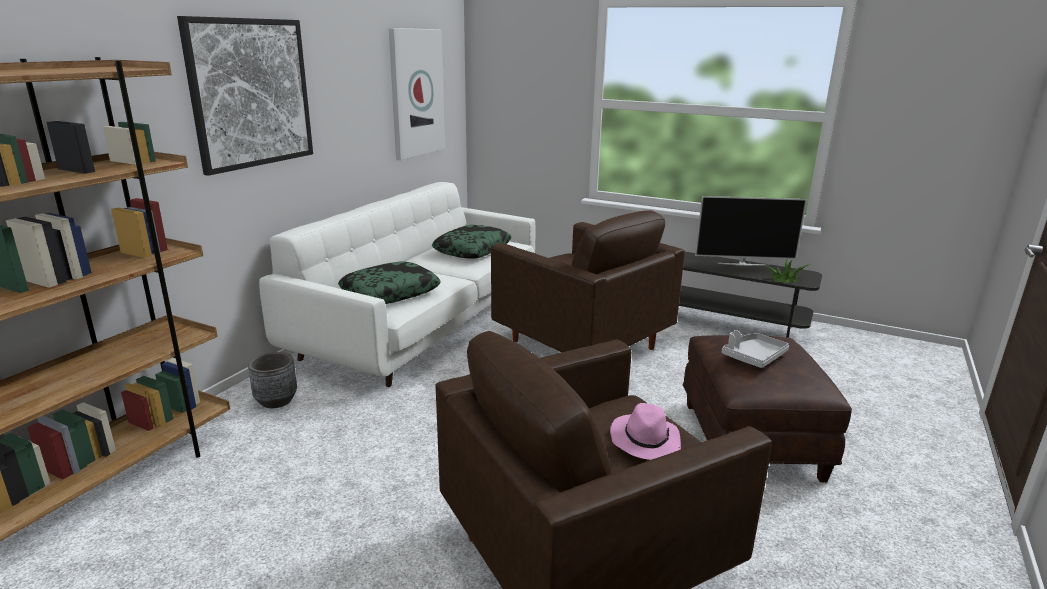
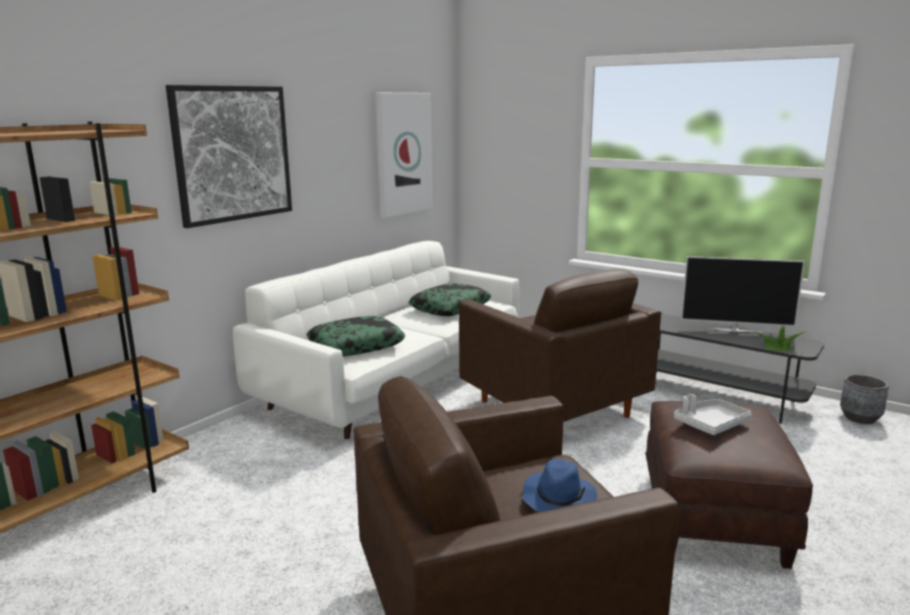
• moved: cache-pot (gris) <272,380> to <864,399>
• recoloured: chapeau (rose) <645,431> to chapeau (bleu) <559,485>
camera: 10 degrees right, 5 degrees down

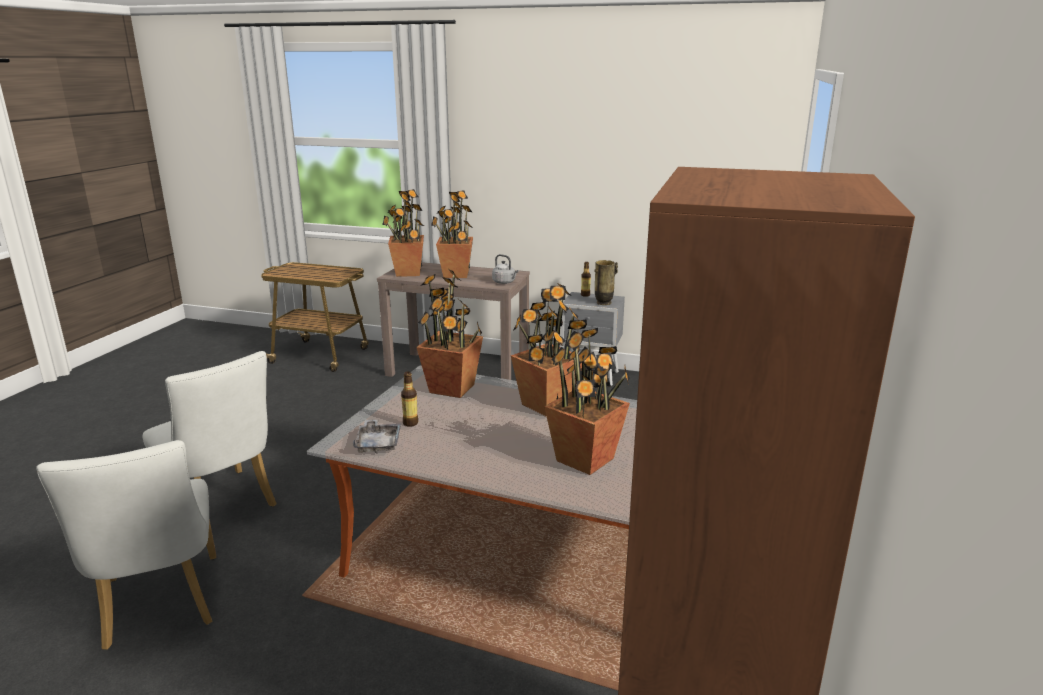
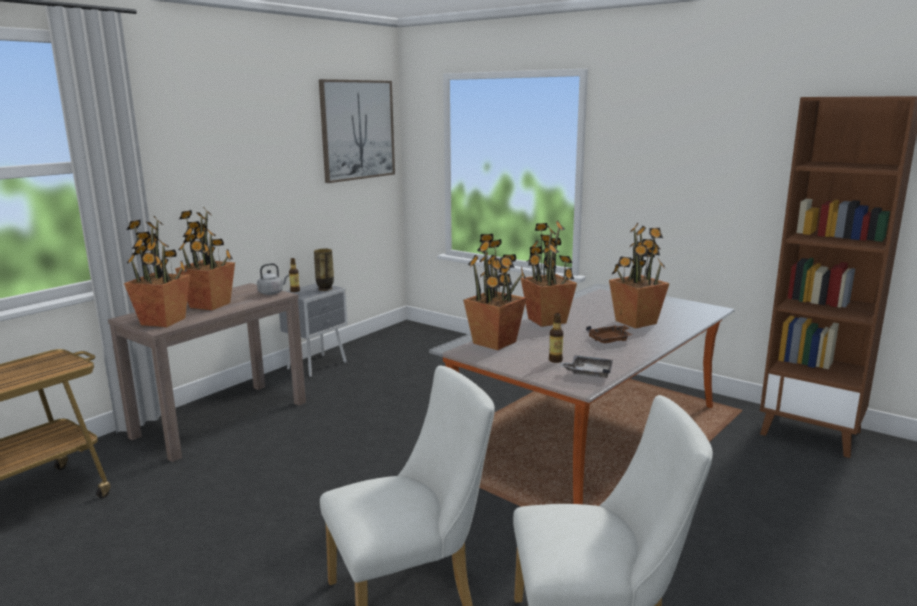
• added: tableau <357,131>
• added: plateau (marron) <609,334>
camera: 70 degrees left, 5 degrees down

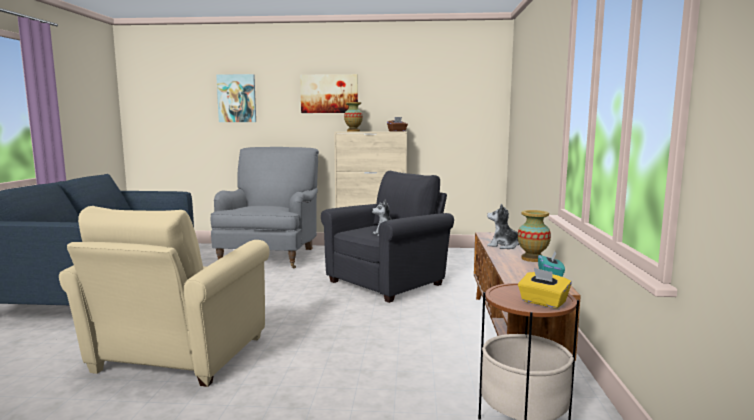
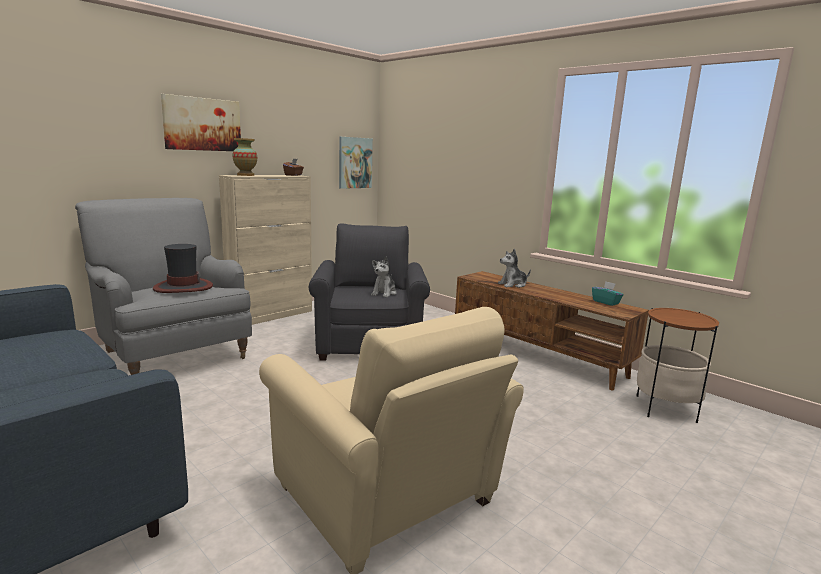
• moved: tableau <236,98> to <356,163>
• removed: vase <534,236>
• removed: boîte à mouchoirs (jaune) <545,288>
• added: chapeau <183,268>
camera: 50 degrees left, 5 degrees up

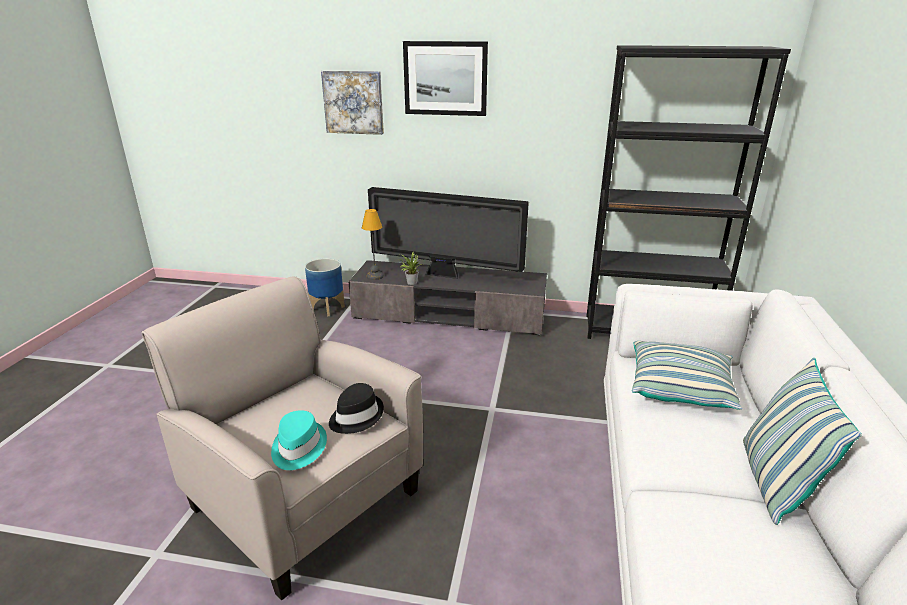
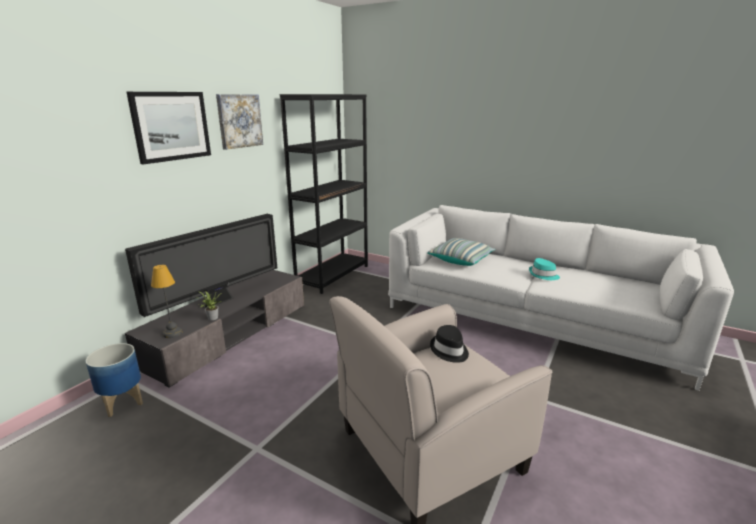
• moved: tableau <352,103> to <239,122>
• removed: coussin <802,441>
• moved: chapeau (turquoise) <299,440> to <544,269>
camera: 70 degrees left, 5 degrees down

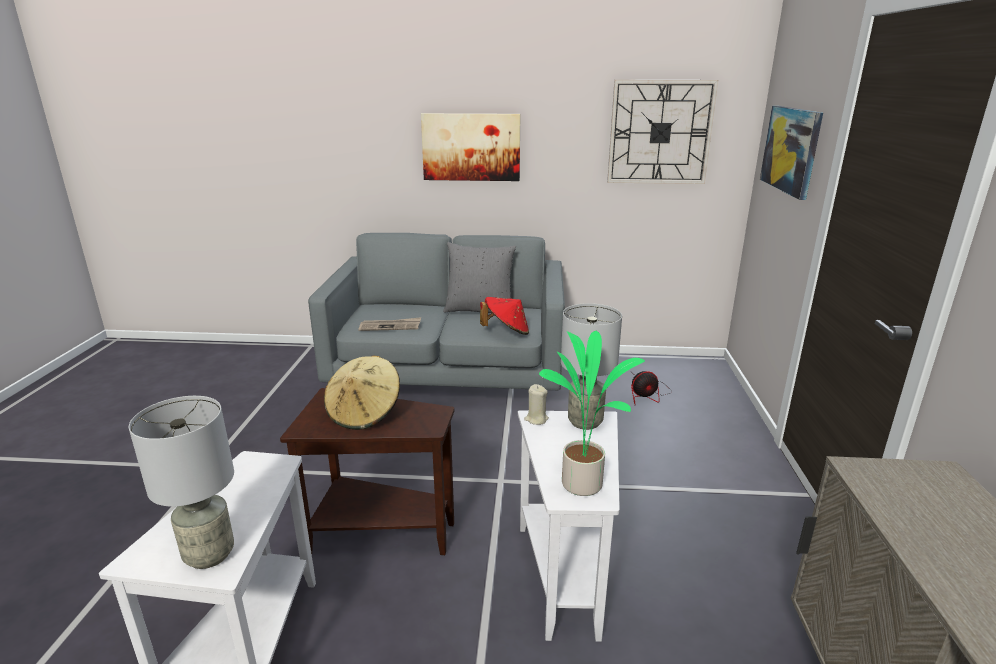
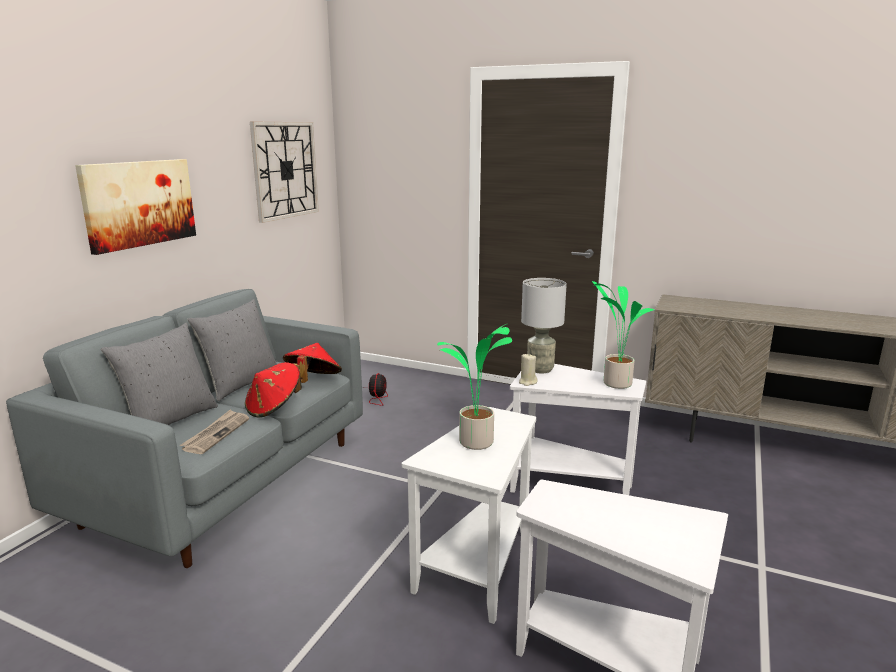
• removed: tableau <791,153>
• replaced: chapeau (beige) <362,393> to plante en pot <474,387>
• recoloured: table d'appoint (marron) <367,471> to table d'appoint (blanc) <469,515>
• removed: lampe de table (gris) <181,482>
• added: coussin (gris) <159,374>
• added: chapeau (rouge) <273,390>
camera: 70 degrees left, 5 degrees down

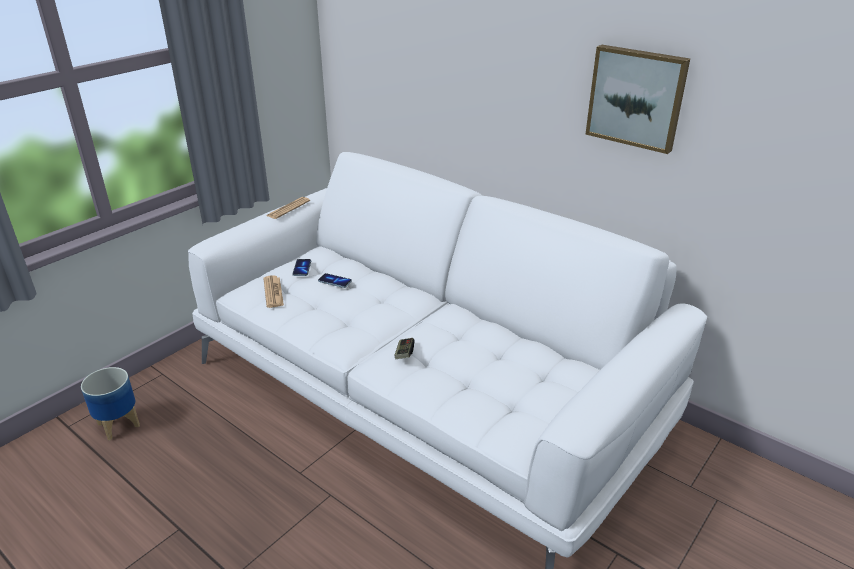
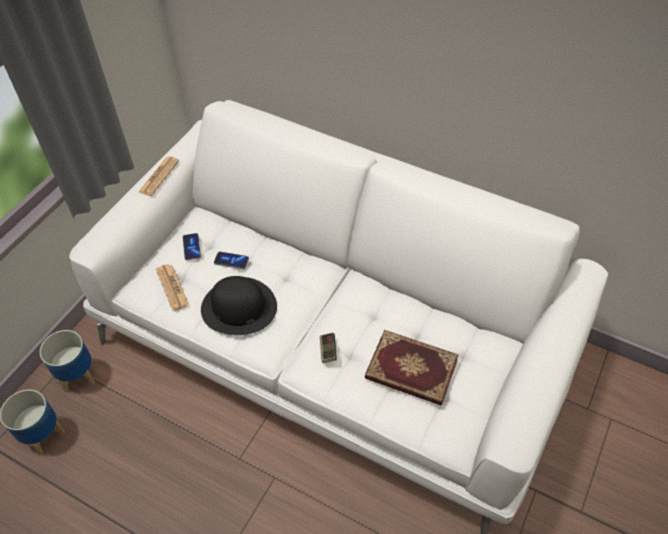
• removed: tableau <638,99>
• added: chapeau (noir) <239,305>
• added: cache-pot <67,361>
• added: livre <412,368>
camera: 10 degrees left, 20 degrees up

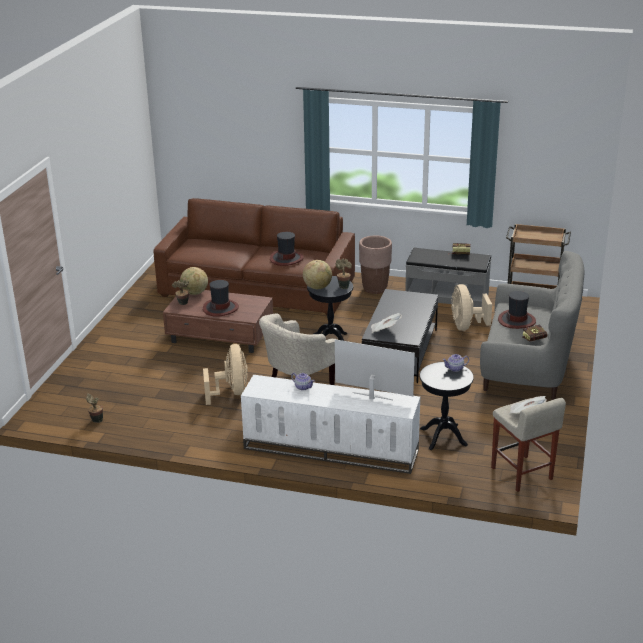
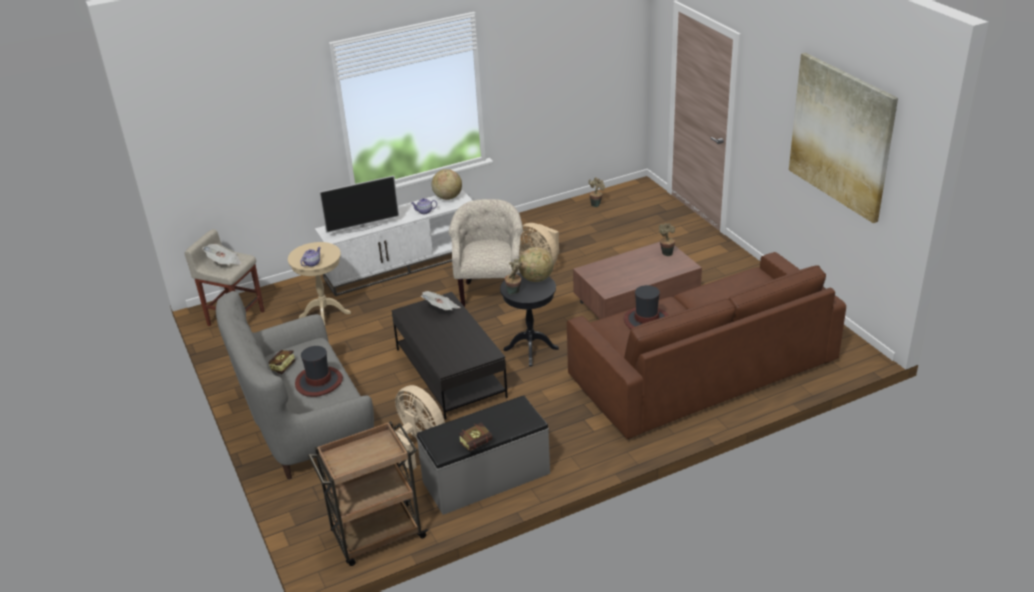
• removed: cache-pot (marron) <375,264>
• moved: globe <194,281> to <447,184>
• removed: chapeau <221,298>
• recoloured: table d'appoint (noir) <447,406> to table d'appoint (beige) <319,283>
• added: tableau <843,138>
camera: 140 degrees right, 5 degrees up

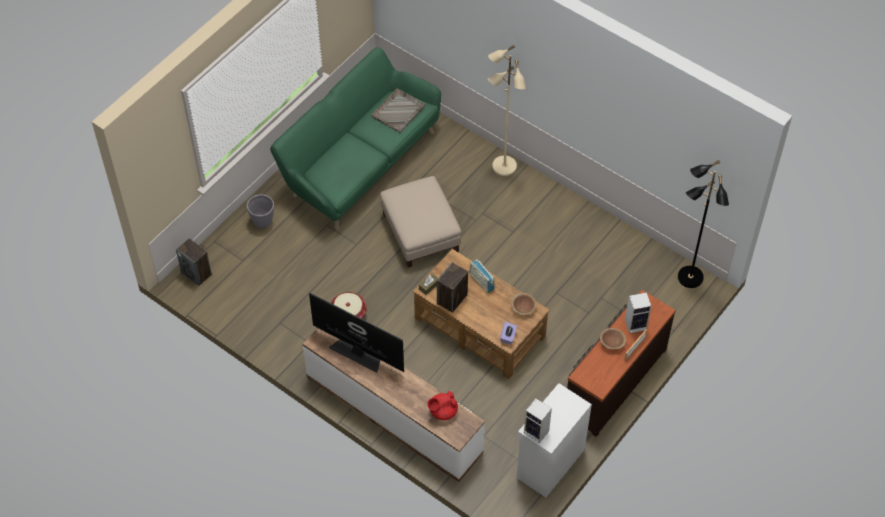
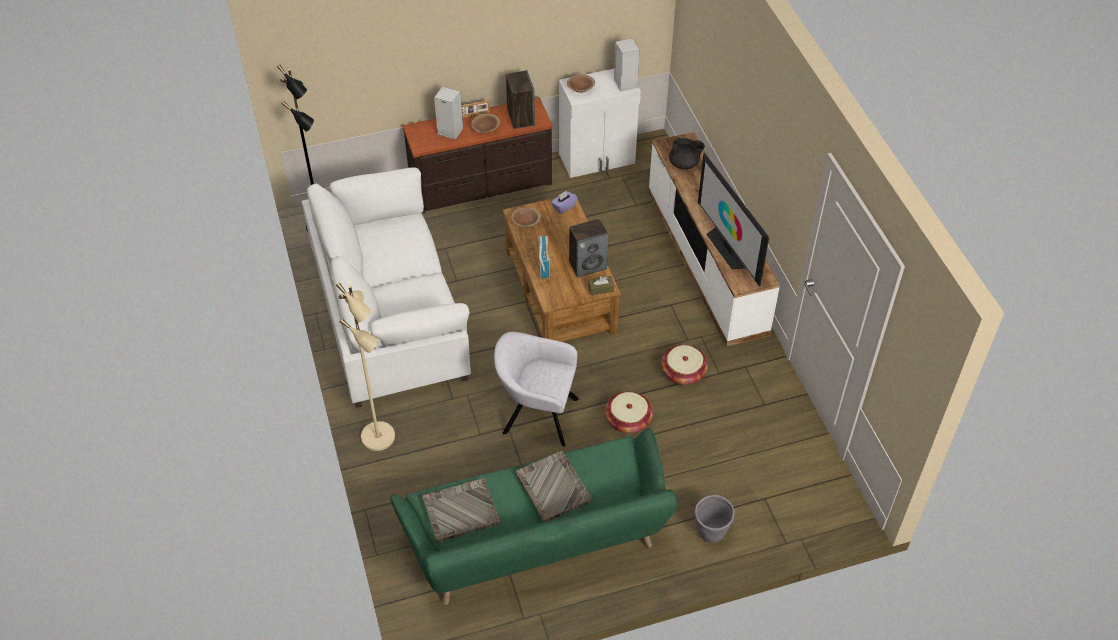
• replaced: pouf (beige) <420,222> to fauteuil (gris) <536,389>
• moved: enceinte <194,262> to <520,99>
• recoloured: théière (rouge) <442,405> to théière (noir) <687,153>
• added: bol (marron) <581,83>
• added: canapé (blanc) <386,287>
• added: panier <629,412>
• added: plateau (gris) <553,486>
camera: 145 degrees left, 5 degrees down

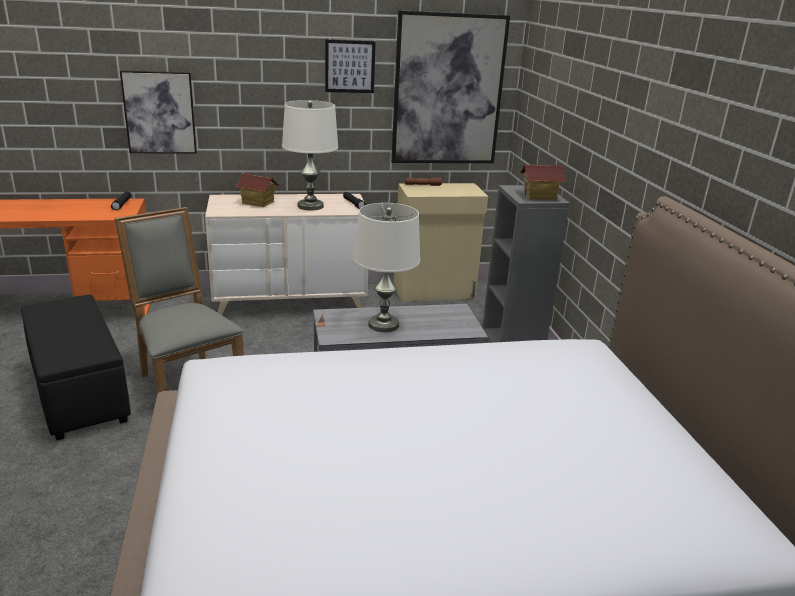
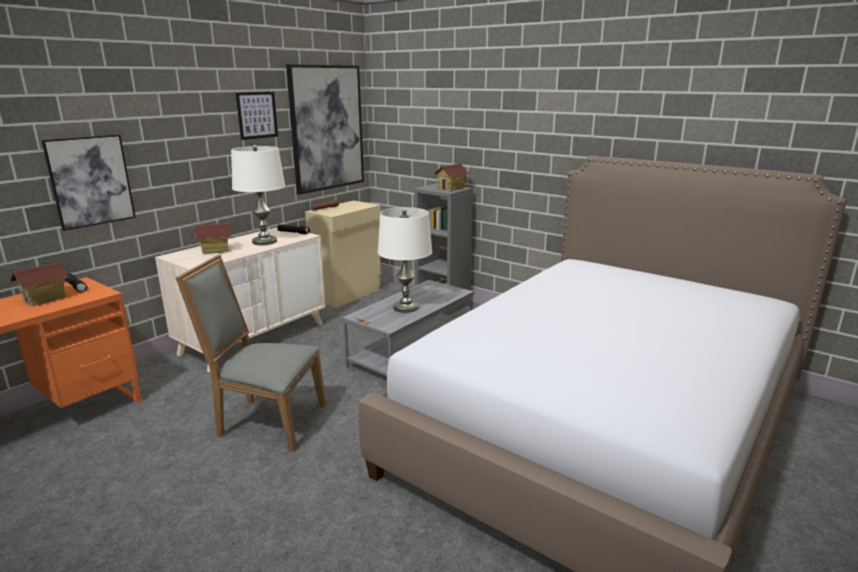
• removed: pouf (noir) <76,367>
• added: maison miniature <39,284>
camera: 40 degrees left, 5 degrees down

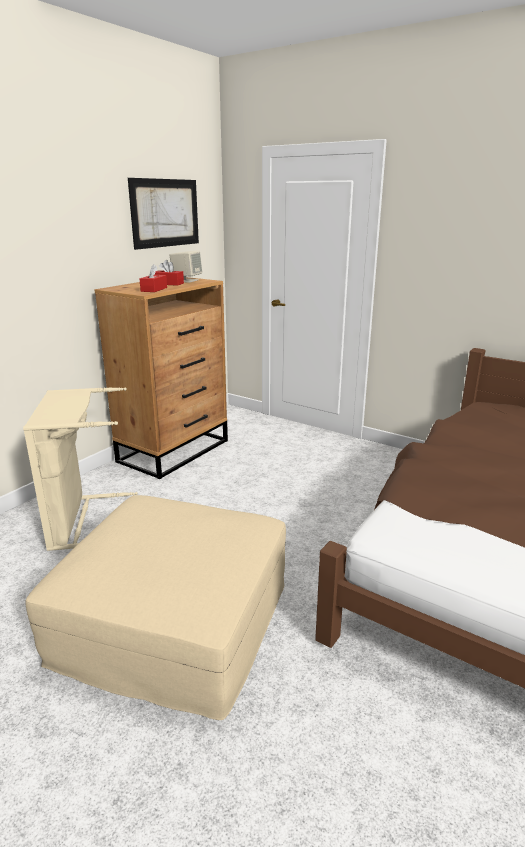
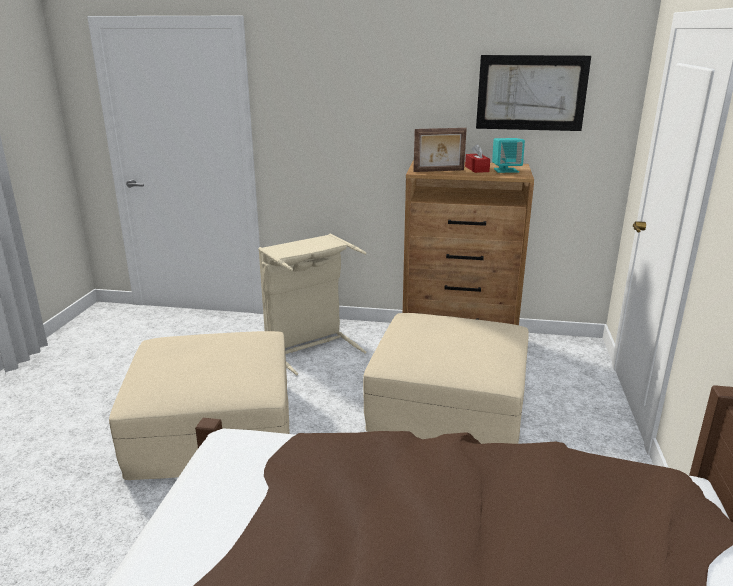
• recoloured: enceinte (beige) <186,266> to enceinte (turquoise) <508,155>
• replaced: boîte à mouchoirs (rouge) <153,278> to cadre photo <440,150>
• added: pouf (beige) <446,378>
camera: 65 degrees right, 0 degrees up

